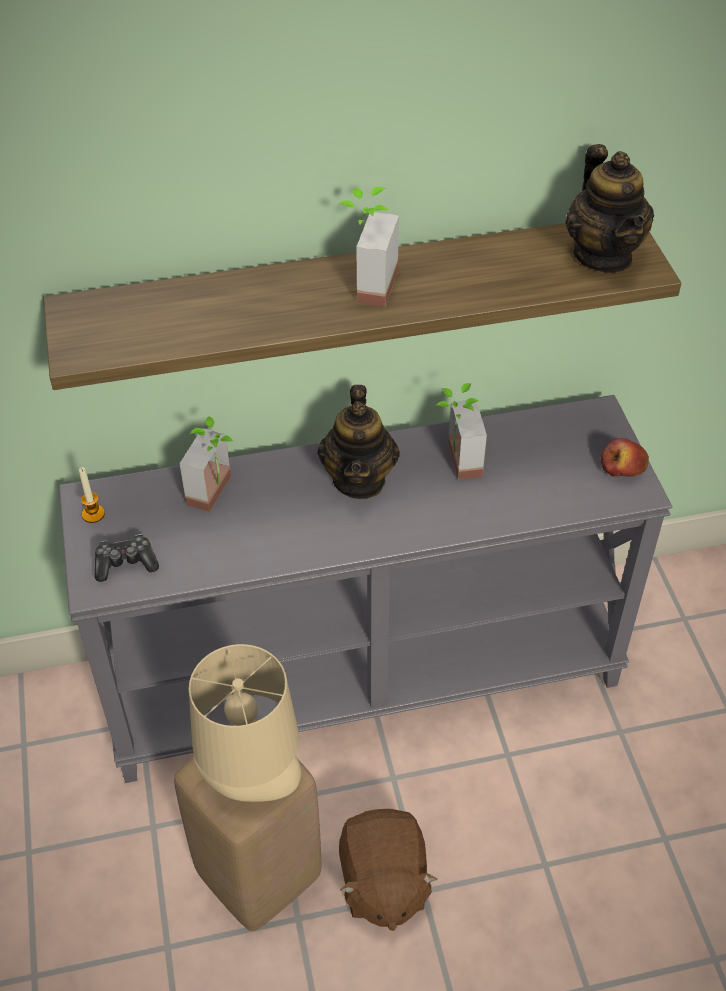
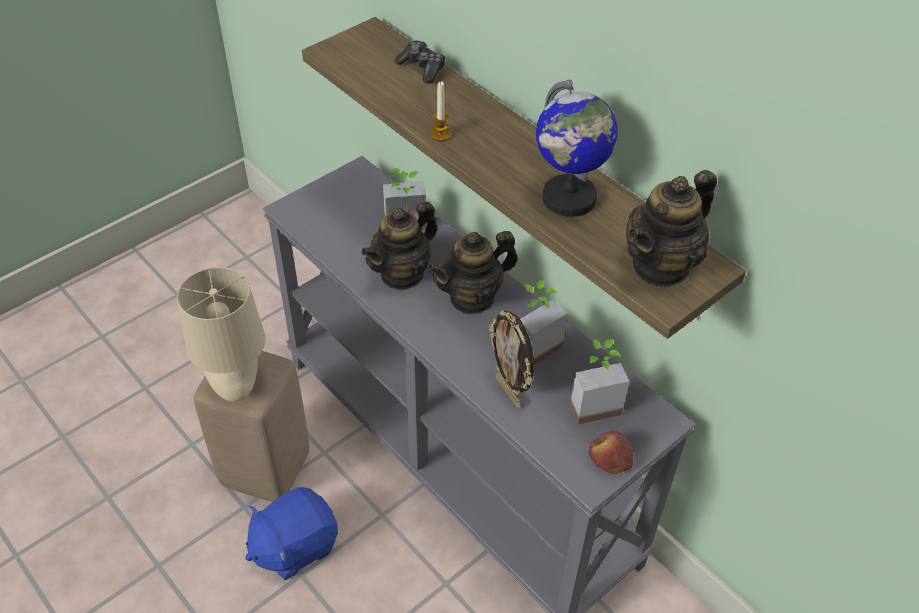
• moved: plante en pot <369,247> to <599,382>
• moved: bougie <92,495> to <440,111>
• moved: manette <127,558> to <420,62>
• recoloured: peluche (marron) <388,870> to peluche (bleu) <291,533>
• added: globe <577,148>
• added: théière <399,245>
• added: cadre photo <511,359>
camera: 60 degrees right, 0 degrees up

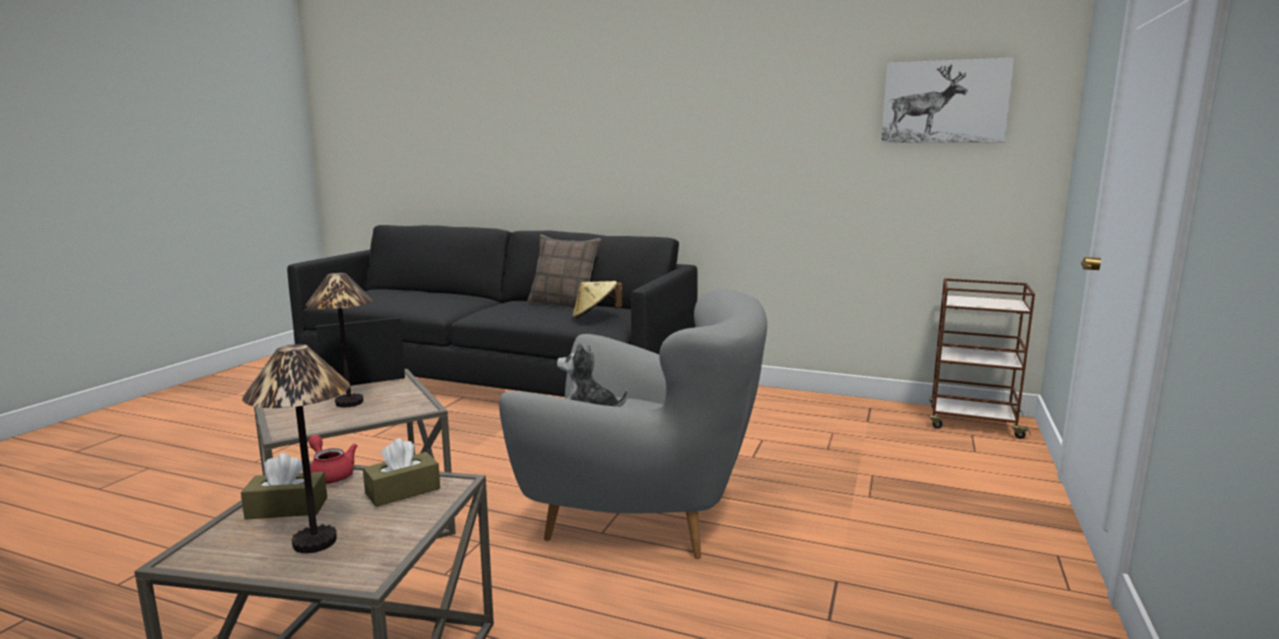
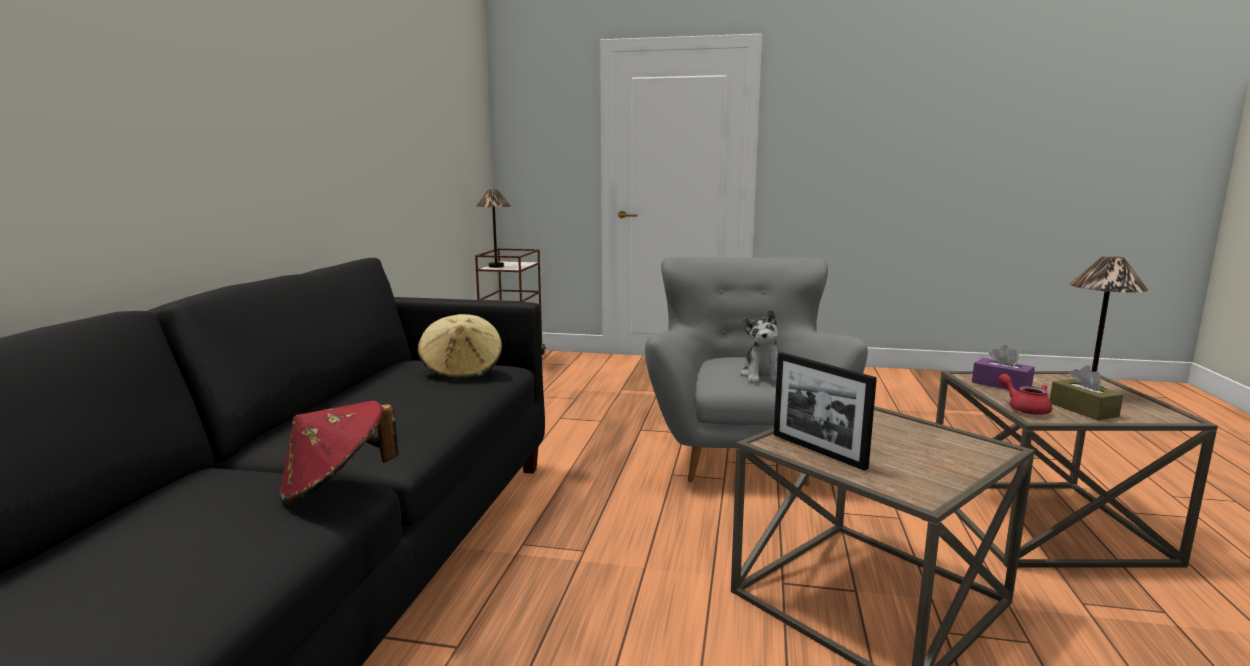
• removed: tableau <947,100>
• removed: coussin <564,271>
• moved: lampe de table <339,340> to <493,229>
• turned: théière (rouge) <333,459> = <1025,394> 120 degrees clockwise
• recoloured: boîte à mouchoirs (marron) <401,472> to boîte à mouchoirs (violet) <1003,368>
• added: chapeau (rouge) <339,452>
camera: 100 degrees left, 0 degrees up

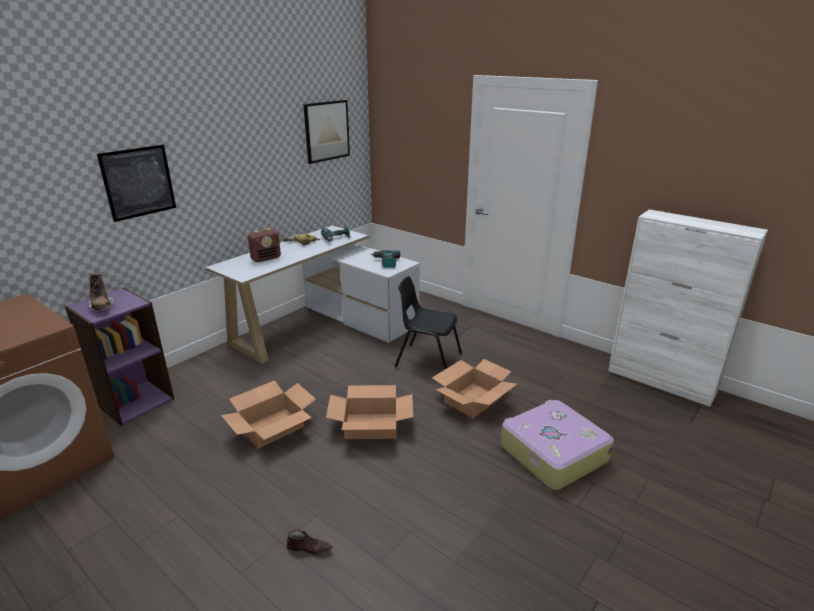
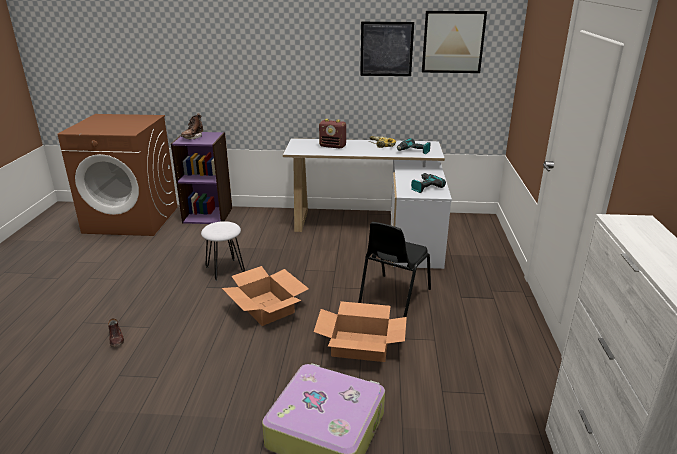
• moved: tableau <136,183> to <387,49>
• turned: chaise (noir) <428,322> = <394,269> 135 degrees counterclockwise
• replaced: carton <268,414> to tabouret (blanc) <223,251>
camera: 55 degrees right, 0 degrees up

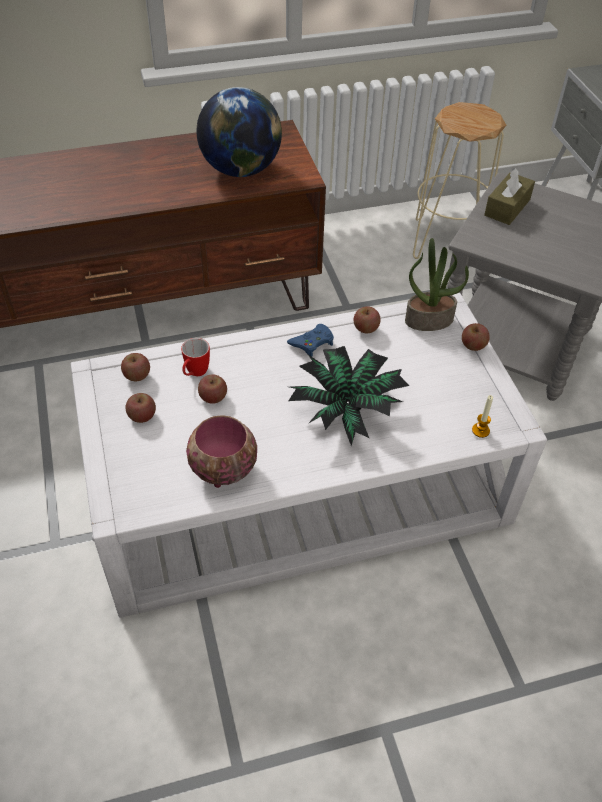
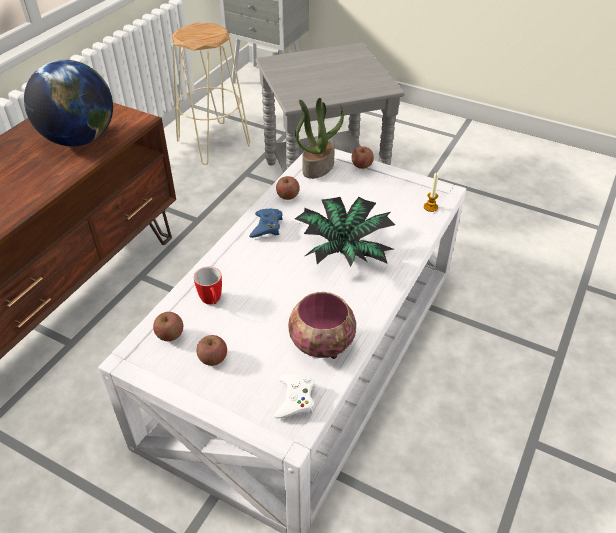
• removed: boîte à mouchoirs (marron) <509,196>
• removed: pomme <212,389>
• added: manette (blanc) <294,395>
camera: 45 degrees left, 5 degrees down

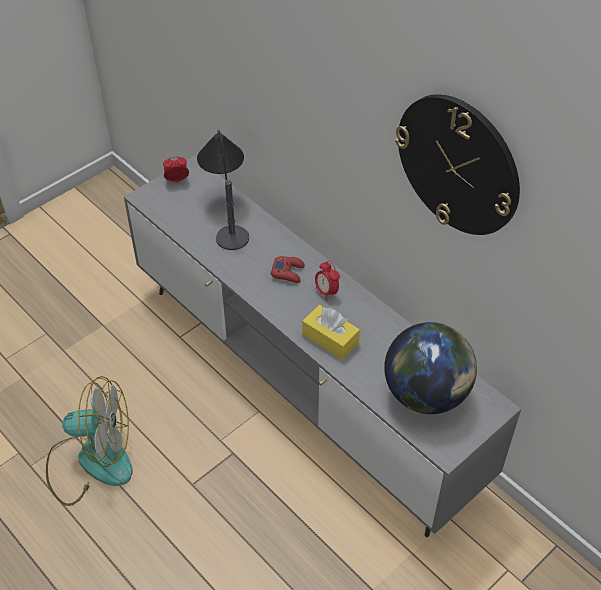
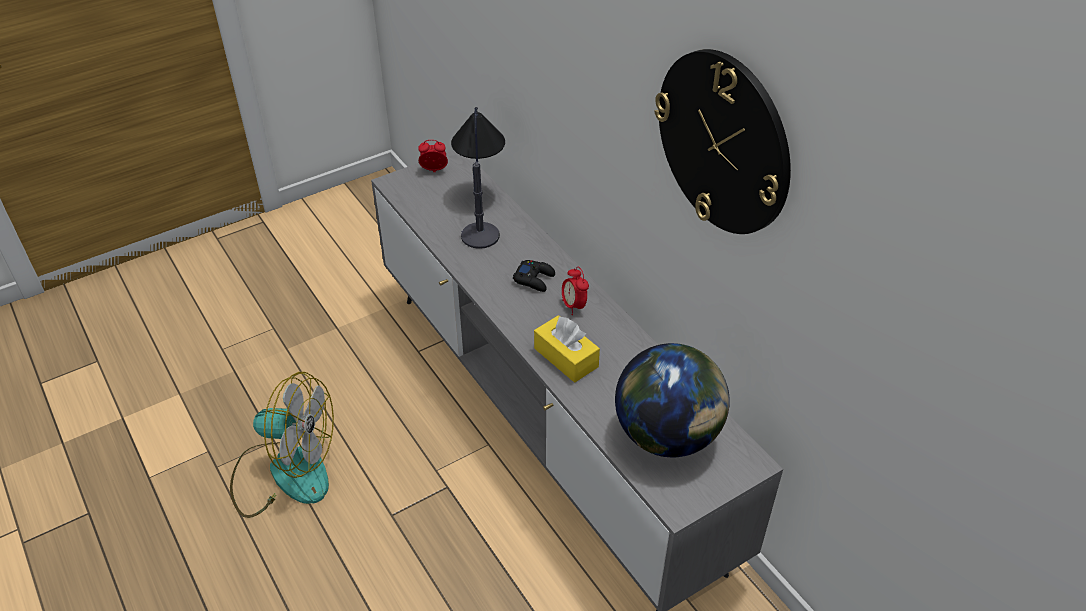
• recoloured: manette (rouge) <288,269> to manette (noir) <534,276>
camera: 10 degrees right, 5 degrees down

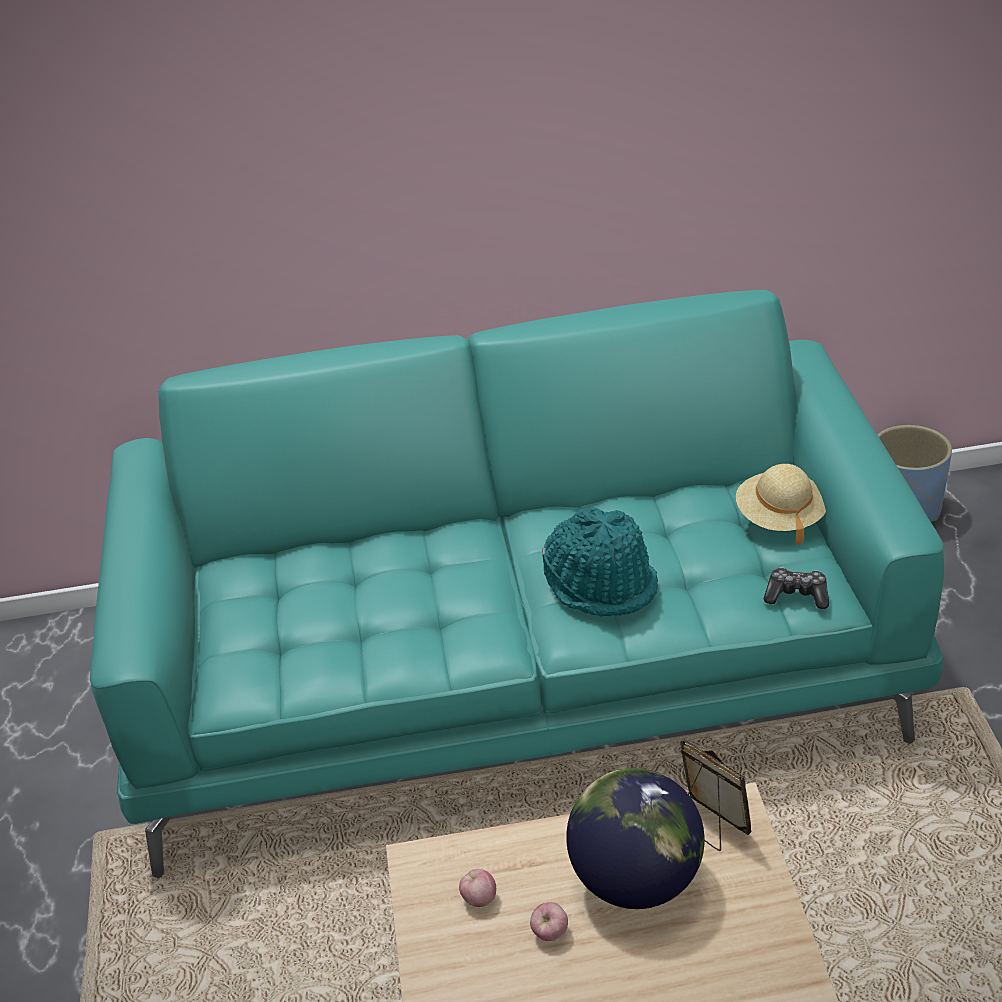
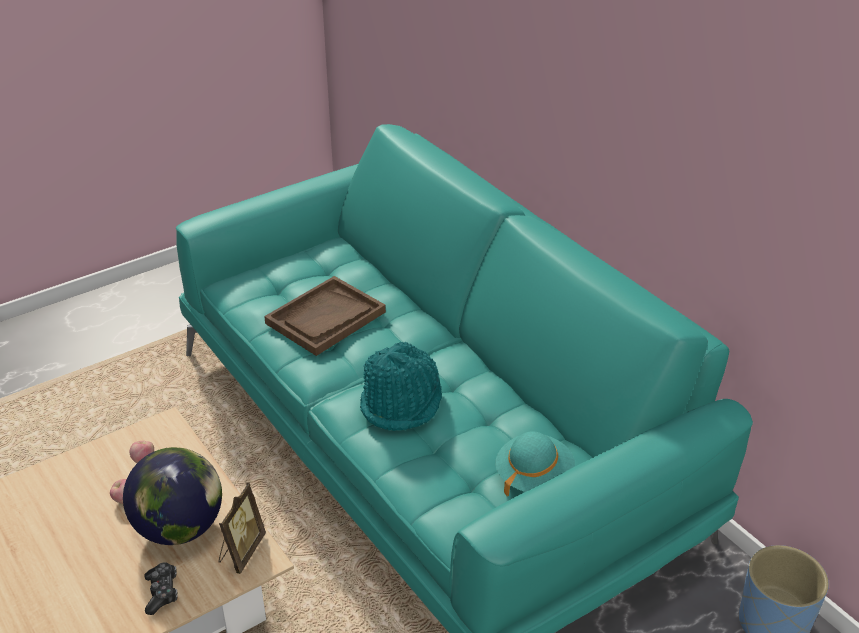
• recoloured: chapeau (beige) <781,504> to chapeau (turquoise) <535,463>
• moved: manette <796,588> to <161,588>
• added: plateau (marron) <325,316>
camera: 60 degrees right, 0 degrees up

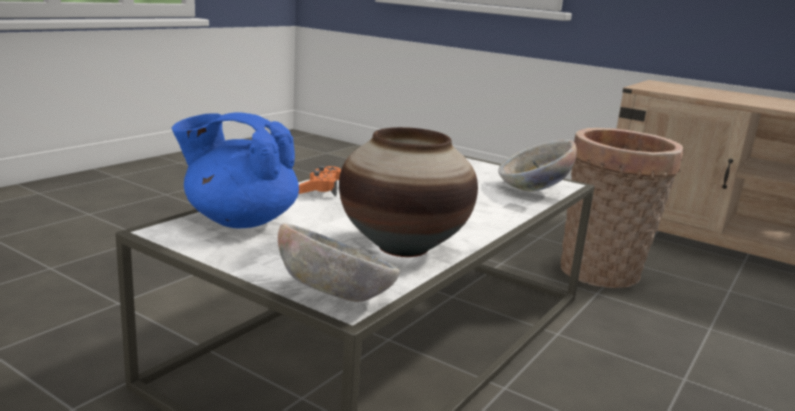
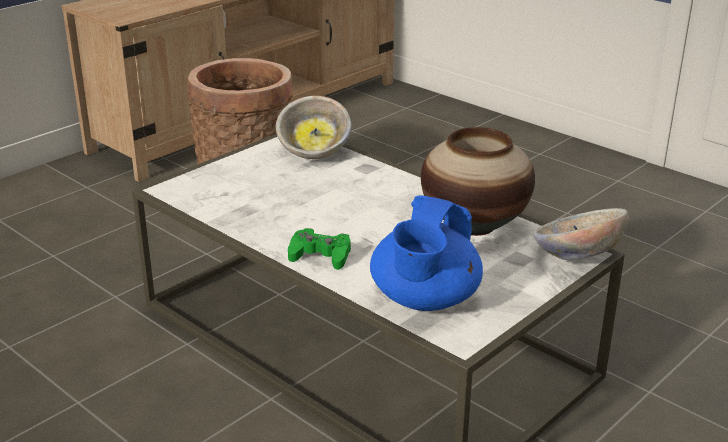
• recoloured: manette (orange) <320,181> to manette (vert) <319,249>
camera: 80 degrees left, 10 degrees up

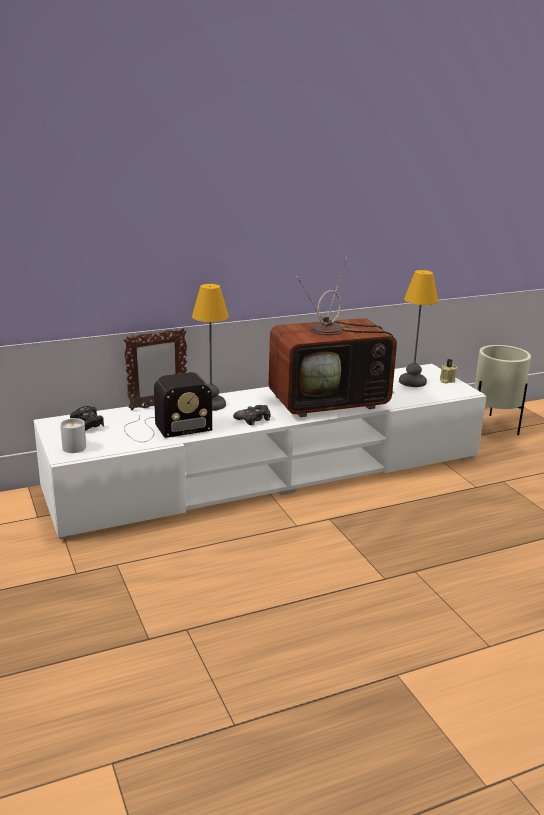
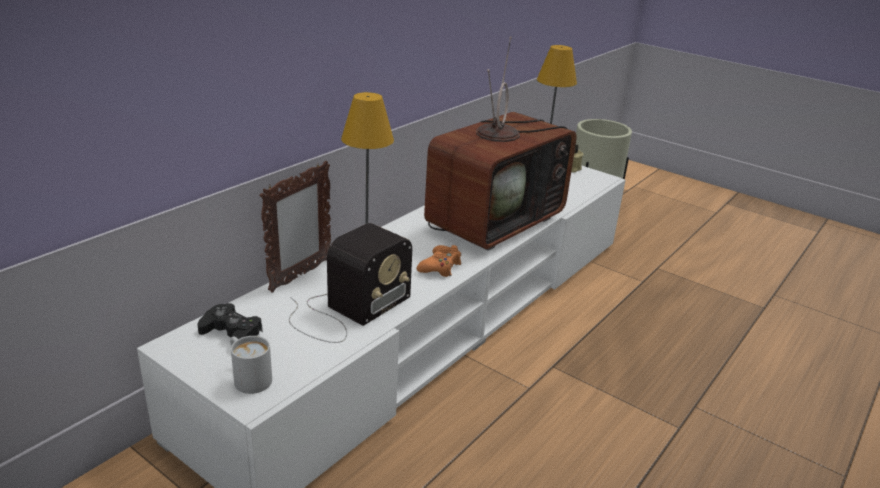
• recoloured: manette (noir) <251,415> to manette (orange) <438,261>
camera: 30 degrees left, 5 degrees up

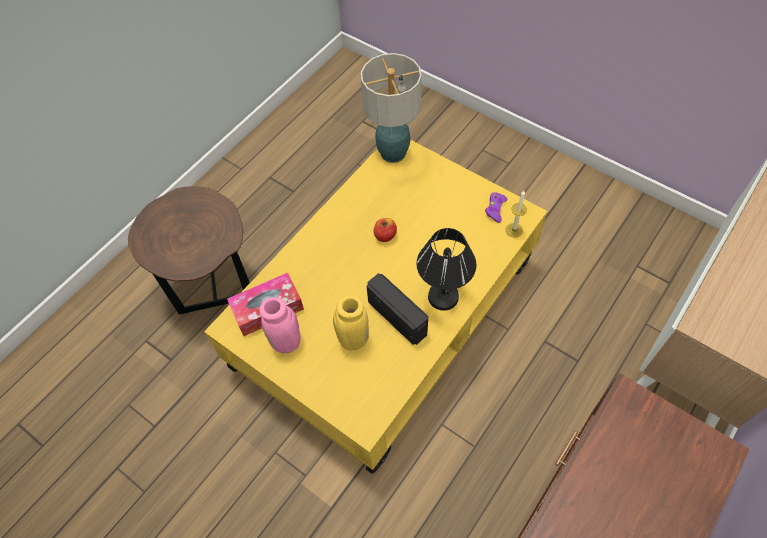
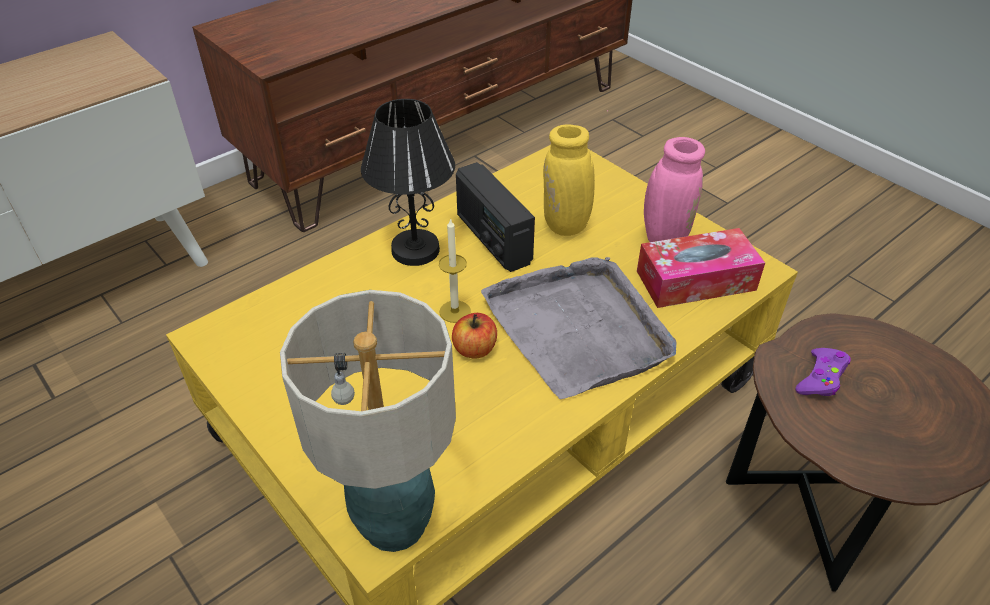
• moved: bougie <516,214> to <455,270>
• moved: manette (violet) <496,207> to <823,372>
• added: plateau (gris) <578,328>
camera: 170 degrees left, 15 degrees down

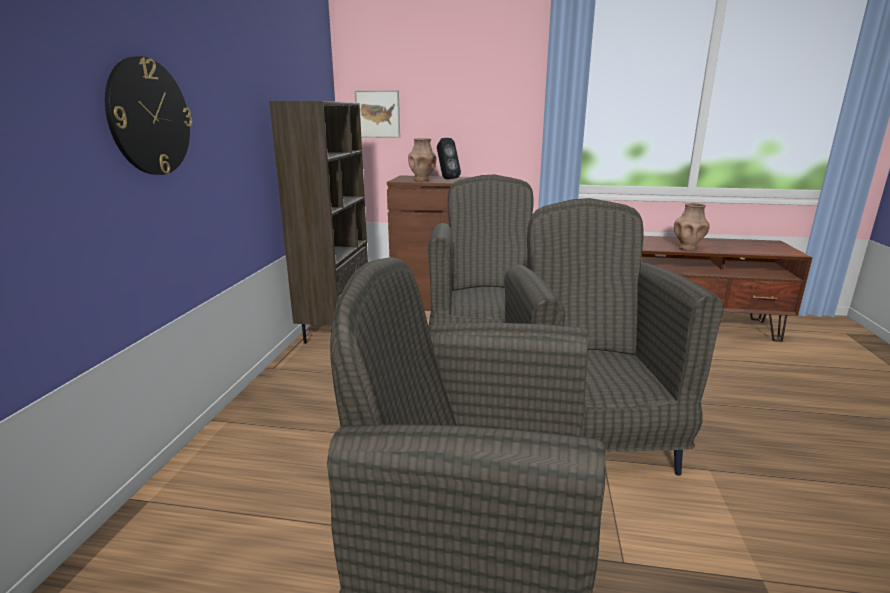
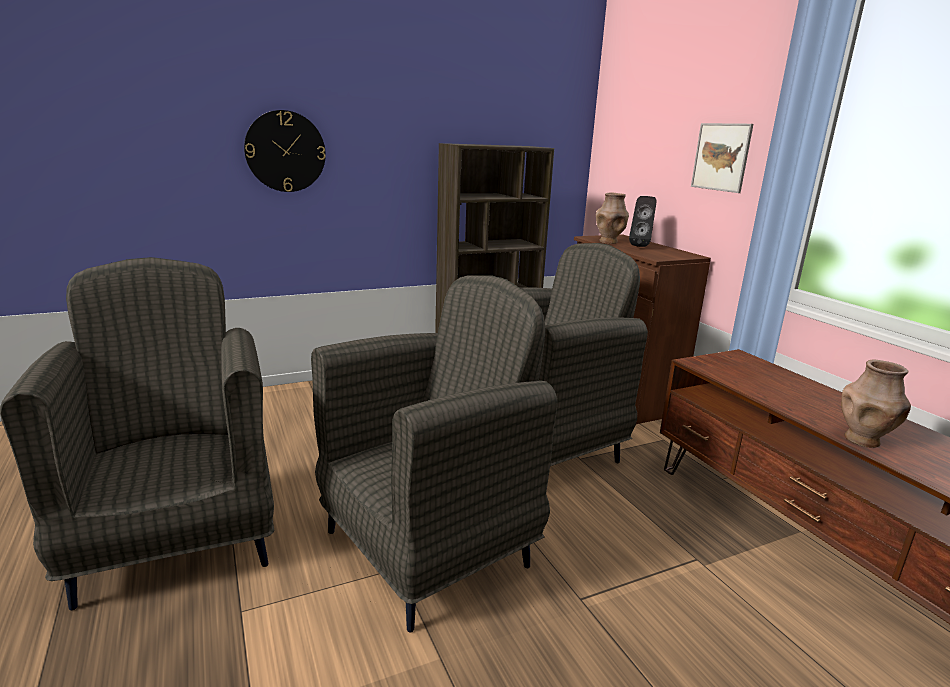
• moved: tableau <377,114> to <722,158>
camera: 55 degrees right, 0 degrees up

